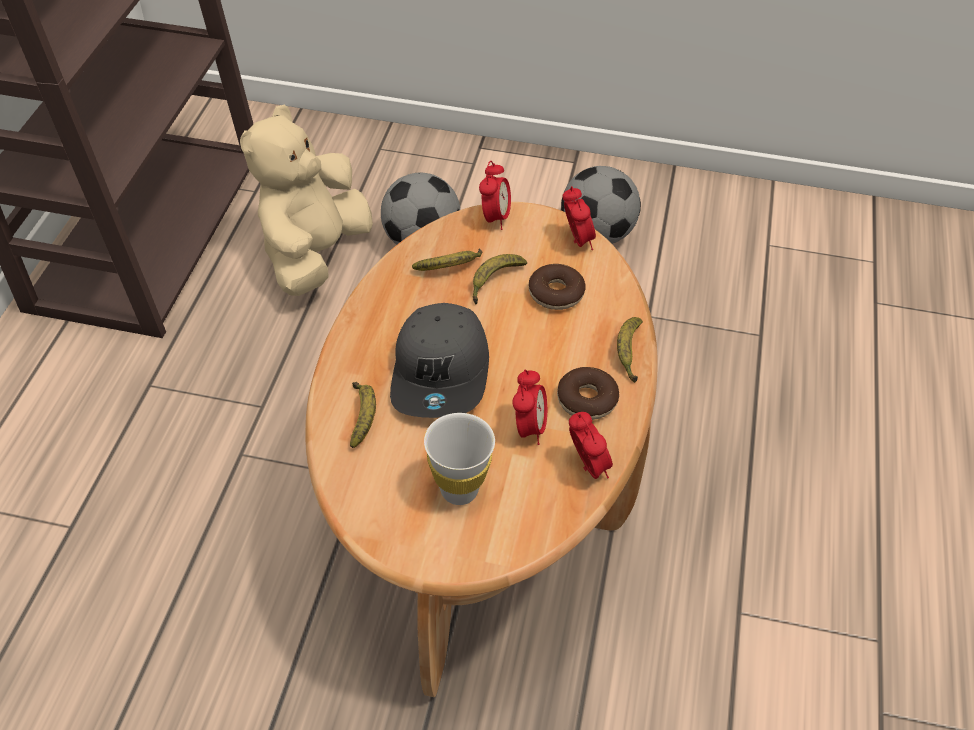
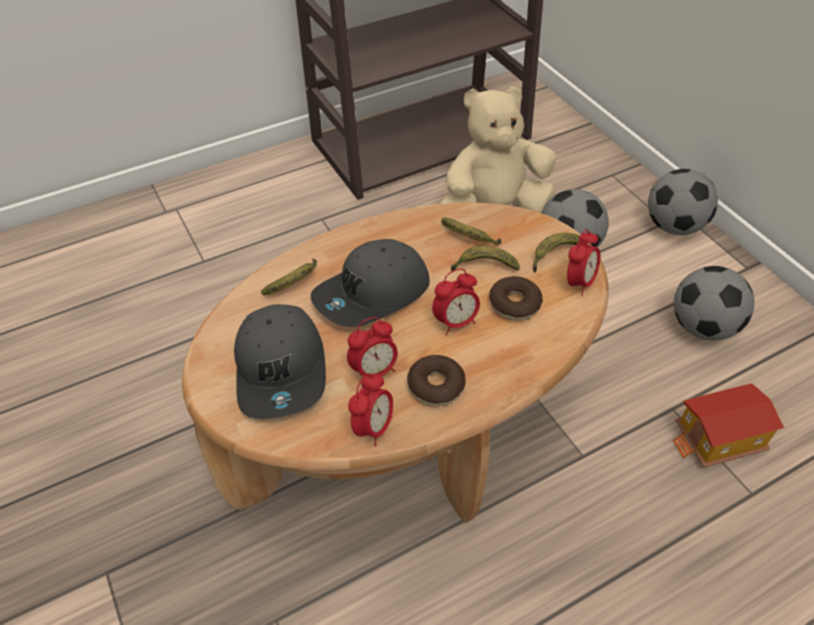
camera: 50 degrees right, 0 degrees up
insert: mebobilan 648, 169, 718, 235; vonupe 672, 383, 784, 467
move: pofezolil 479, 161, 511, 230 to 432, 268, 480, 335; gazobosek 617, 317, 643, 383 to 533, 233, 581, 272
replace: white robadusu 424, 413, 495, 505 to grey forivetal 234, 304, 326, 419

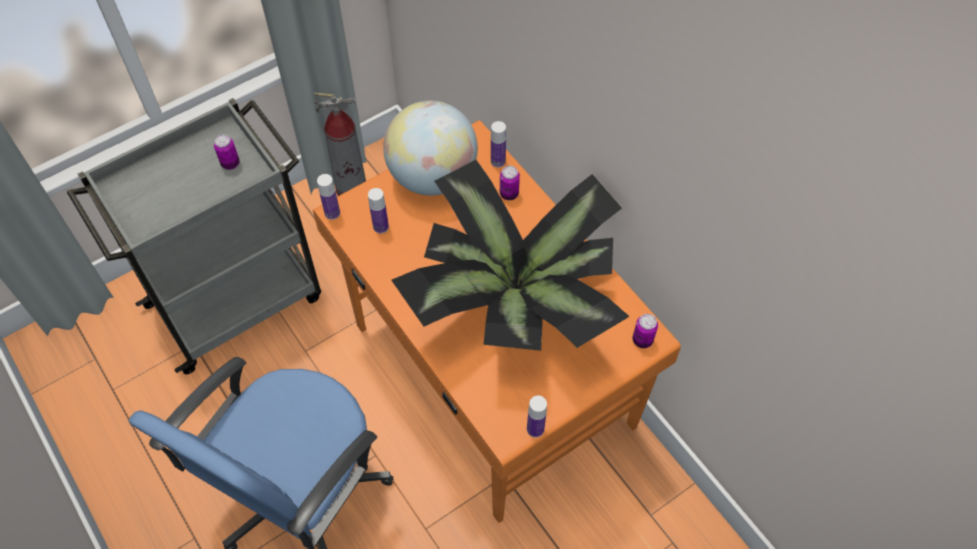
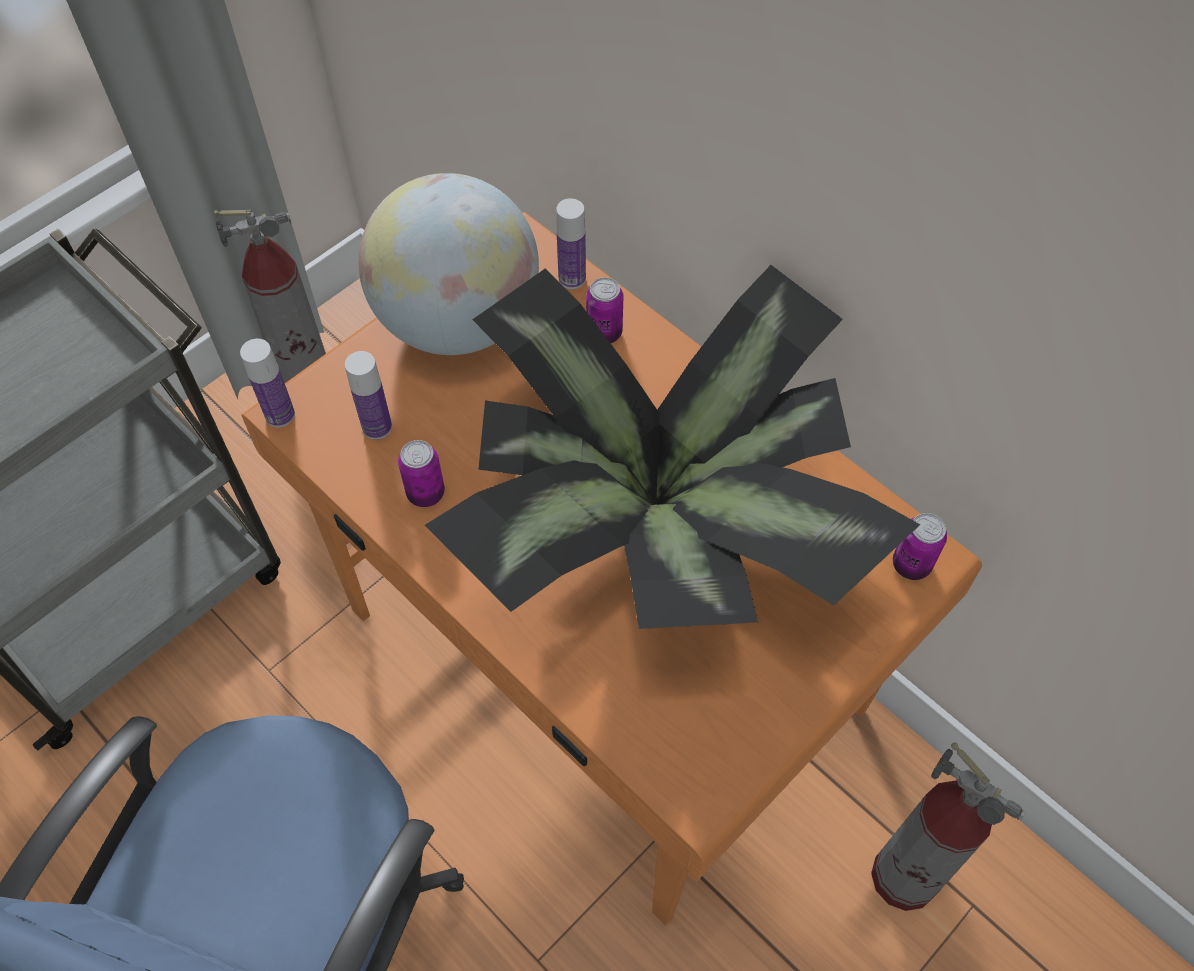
camera: 10 degrees left, 0 degrees up
delete: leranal 527, 395, 547, 437
insert: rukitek 871, 742, 1026, 911
move: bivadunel 214, 135, 240, 170 to 398, 440, 445, 507

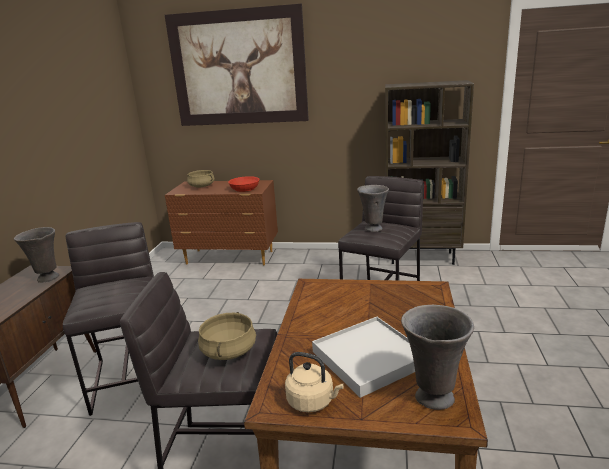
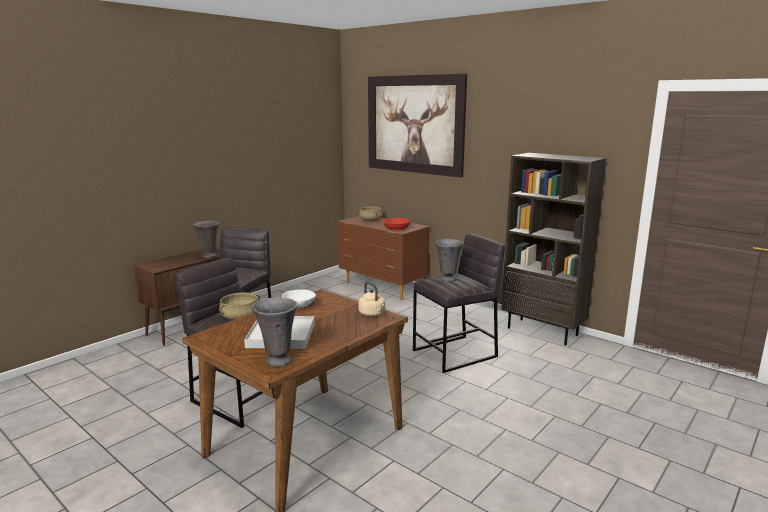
camera: 30 degrees right, 5 degrees down
insert: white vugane 282, 289, 316, 308
move: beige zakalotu 285, 352, 344, 412 to 358, 282, 385, 316

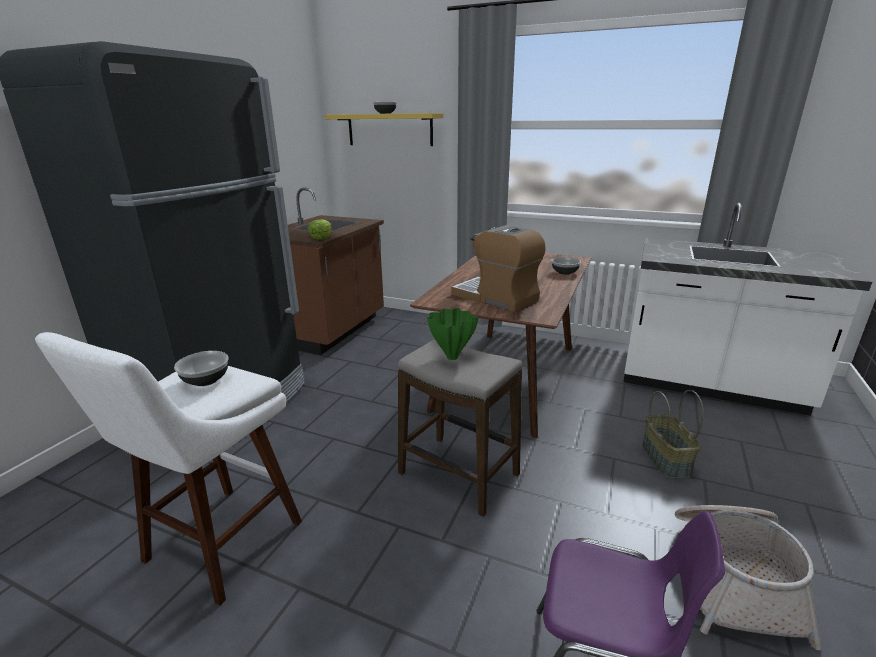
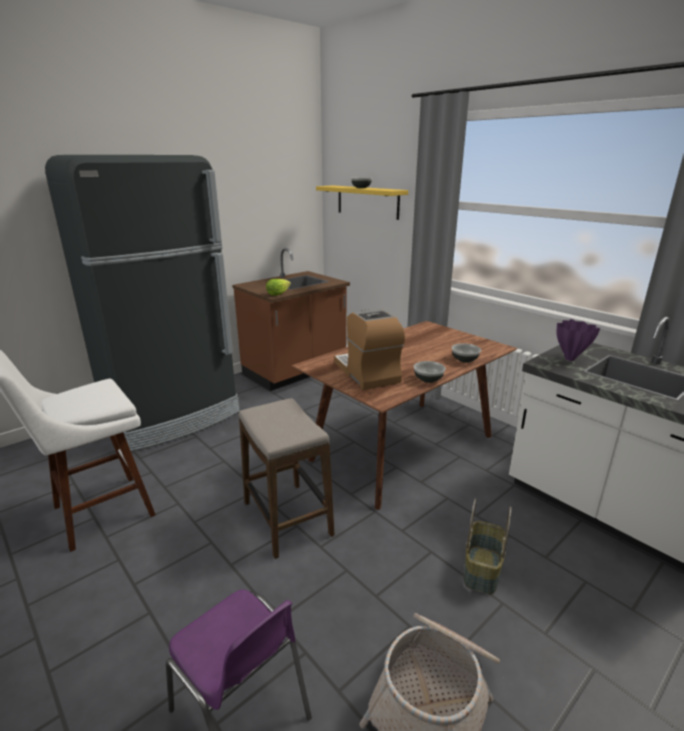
camera: 25 degrees right, 0 degrees up
delete: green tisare 427, 308, 478, 360
insert: purple tisare 557, 319, 600, 361
move: vugane 174, 351, 229, 386 to 413, 361, 446, 383

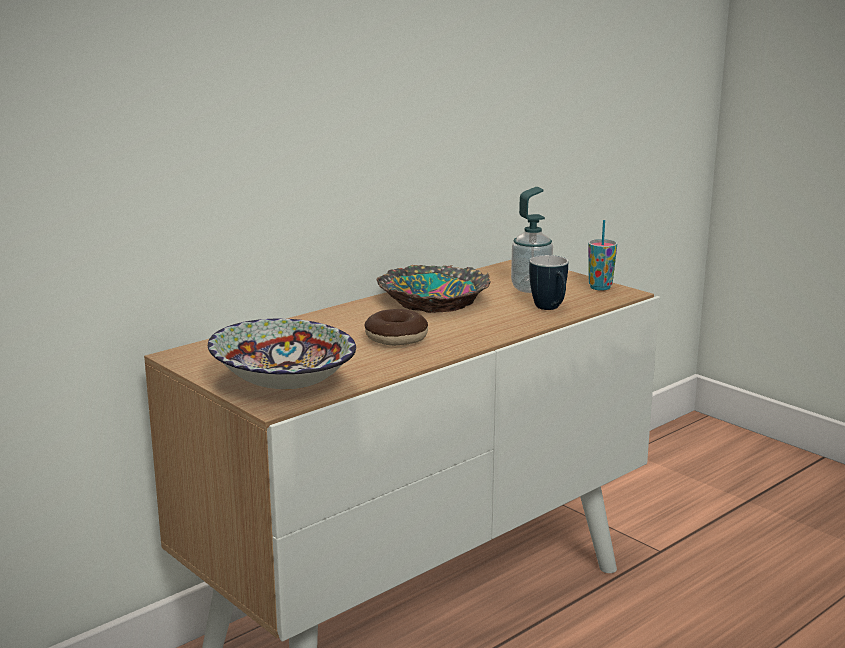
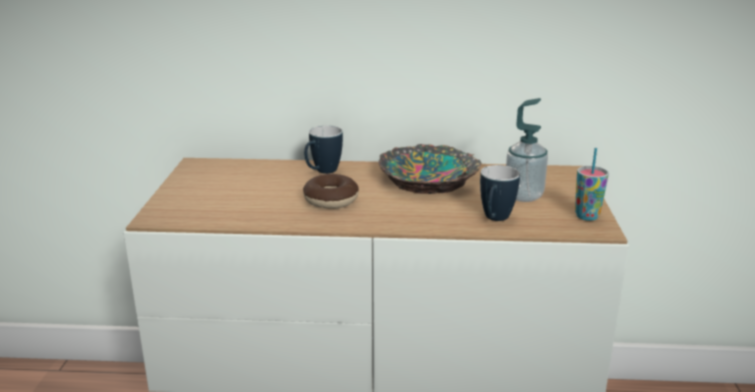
camera: 45 degrees right, 5 degrees up
delete: vugane 208, 319, 356, 389
insert: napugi 304, 125, 343, 174

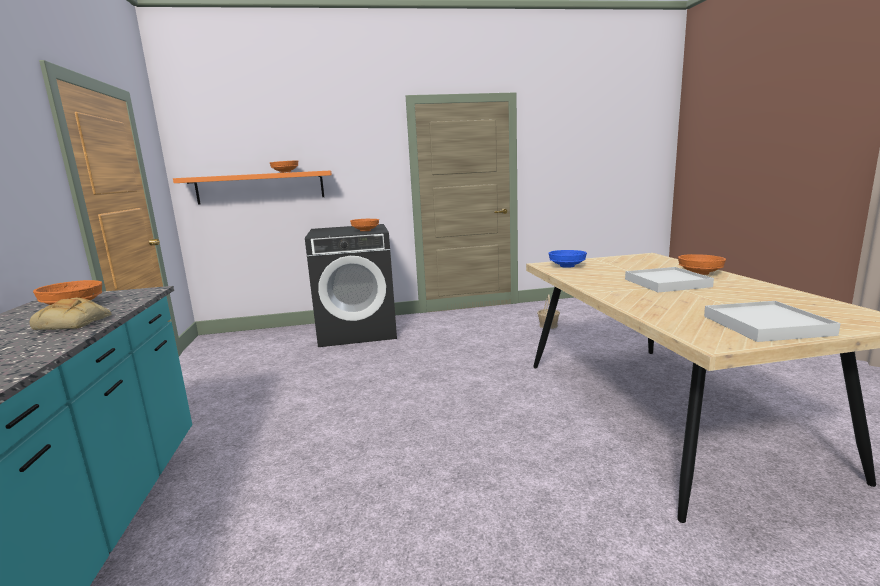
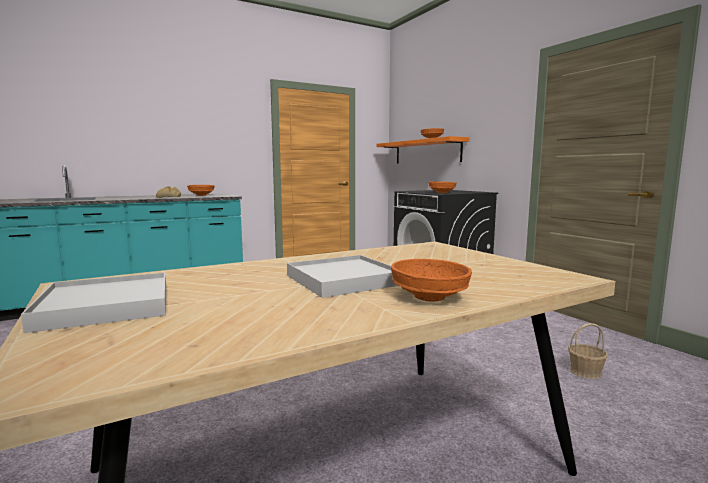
camera: 70 degrees right, 5 degrees down
delete: blue vugane 549, 250, 587, 268

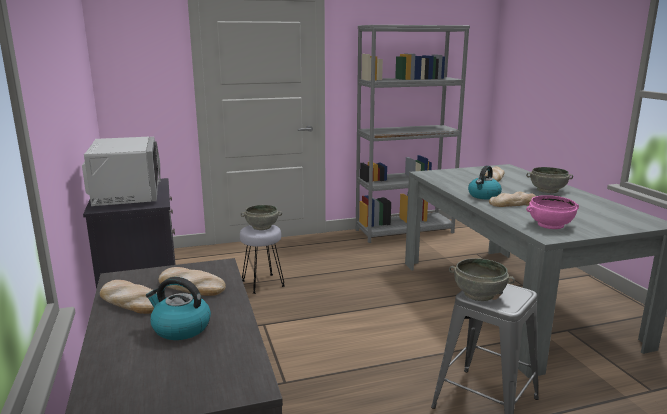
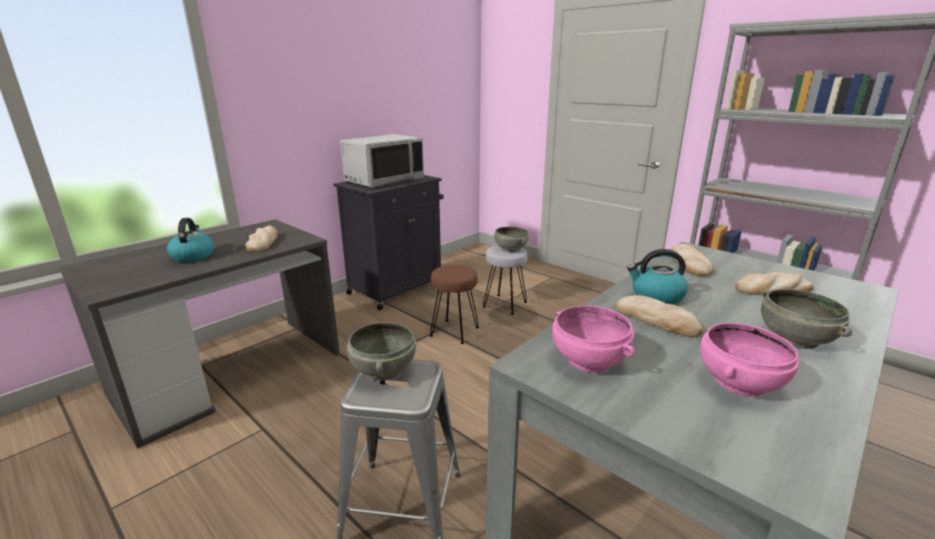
camera: 60 degrees right, 5 degrees up
insert: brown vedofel 430, 265, 479, 344; pink vugane 700, 323, 799, 397
move: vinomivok 100, 280, 157, 314 to 670, 244, 714, 276

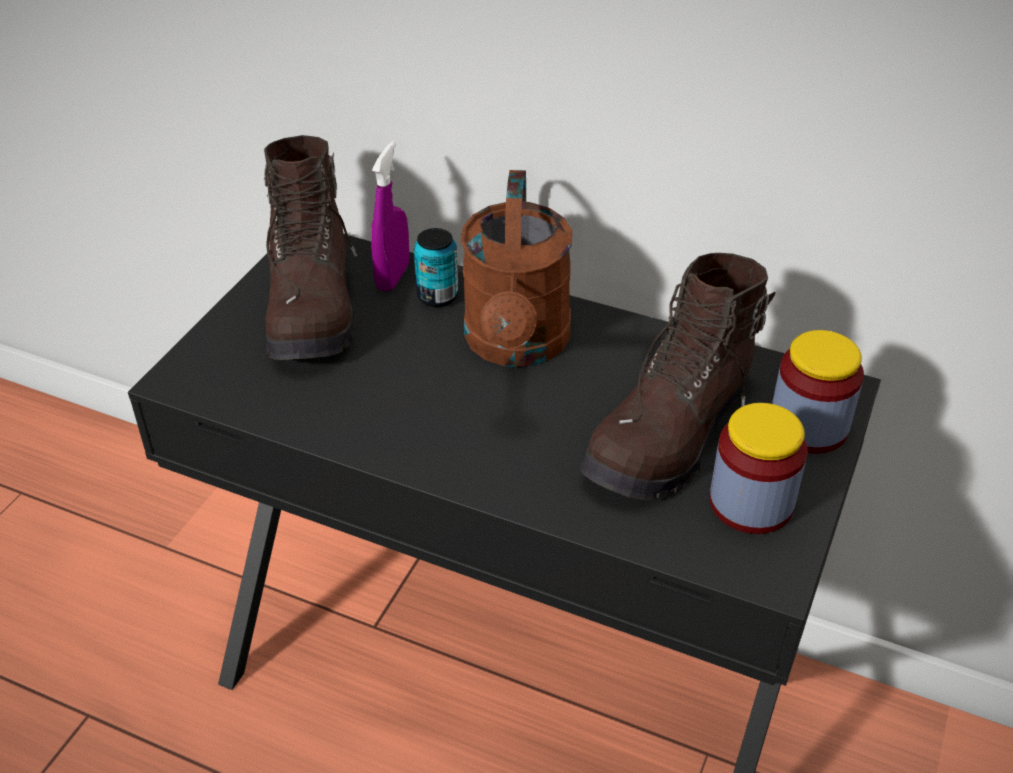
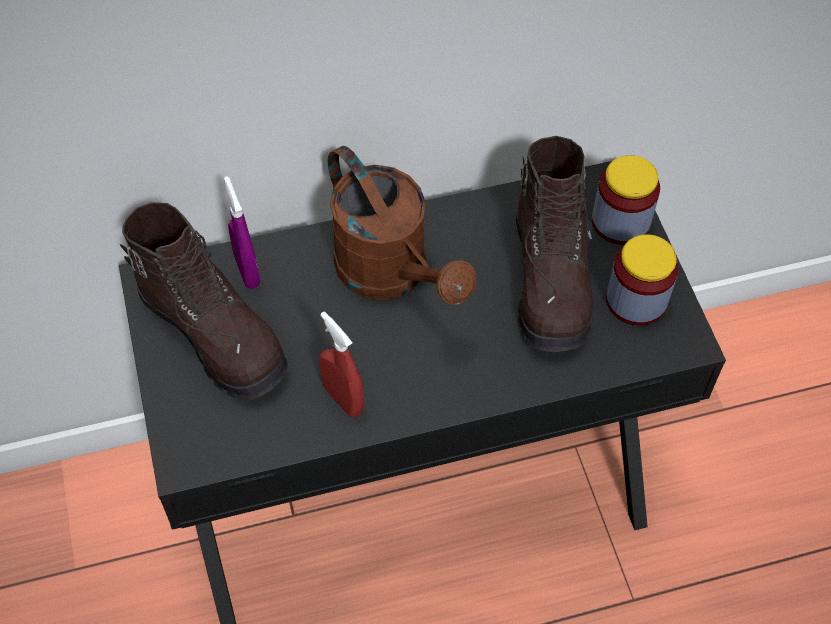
camera: 40 degrees left, 15 degrees up
delete: bivadunel 414, 228, 458, 307
insert: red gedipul 319, 311, 364, 417

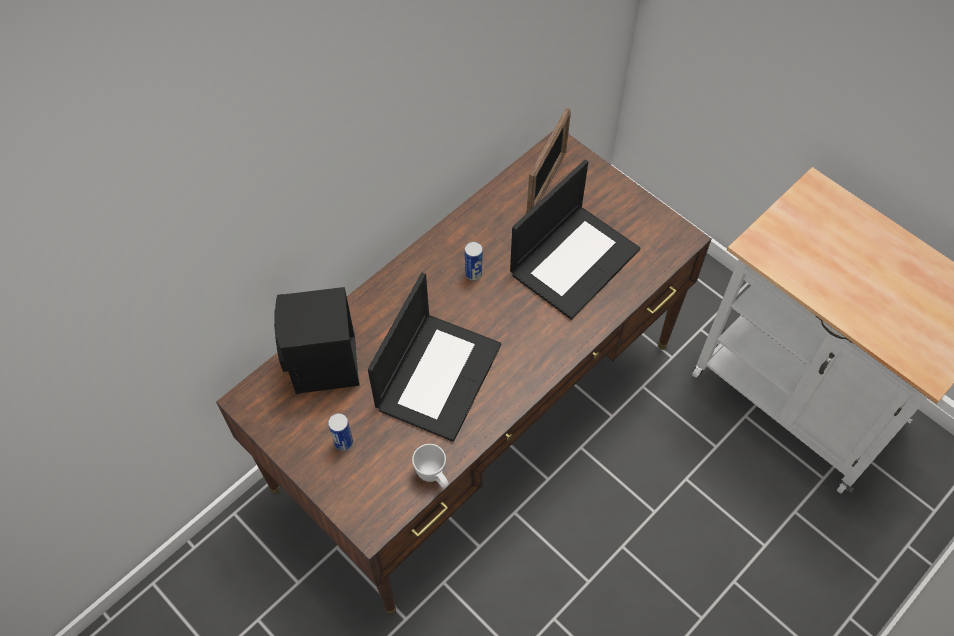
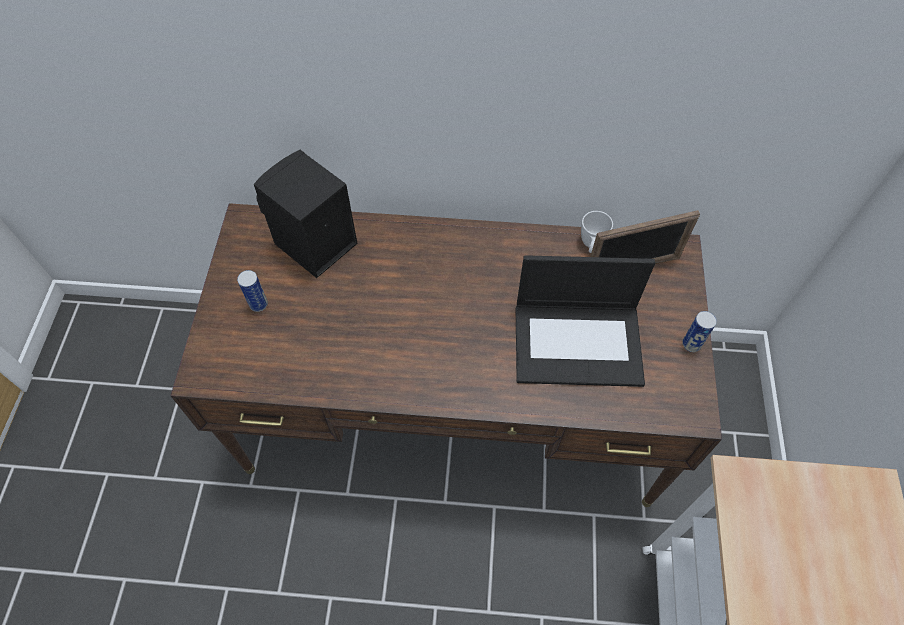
camera: 50 degrees right, 0 degrees up
delete: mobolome 368, 273, 501, 442
move: white napugi 412, 444, 449, 488 to 581, 211, 613, 253; bivadunel 465, 242, 482, 281 to 682, 311, 717, 352

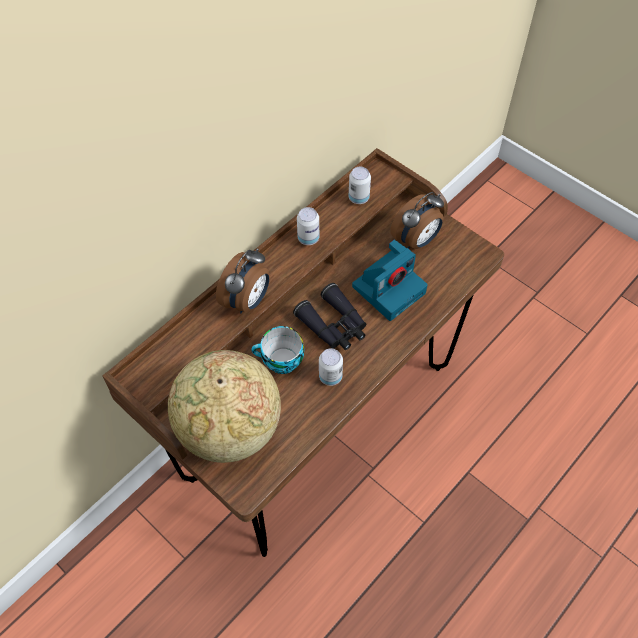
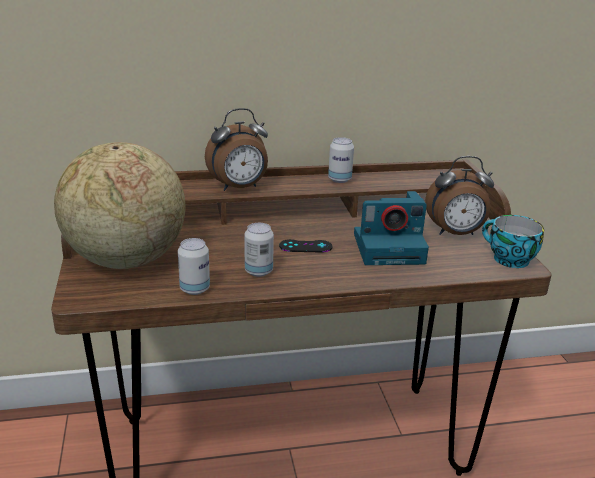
camera: 35 degrees right, 30 degrees down
move: robadusu 251, 326, 304, 374 to 482, 215, 544, 268; bivadunel 349, 166, 371, 204 to 178, 238, 210, 295
replace: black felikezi 293, 283, 366, 350 to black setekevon 279, 239, 333, 253

